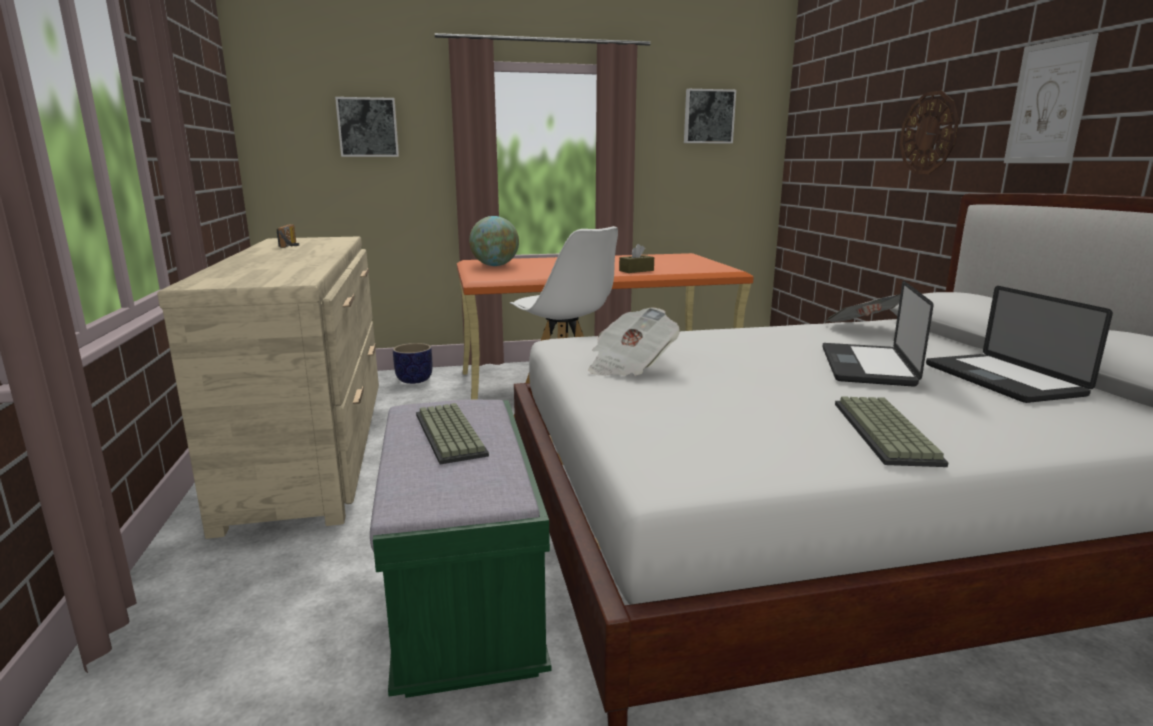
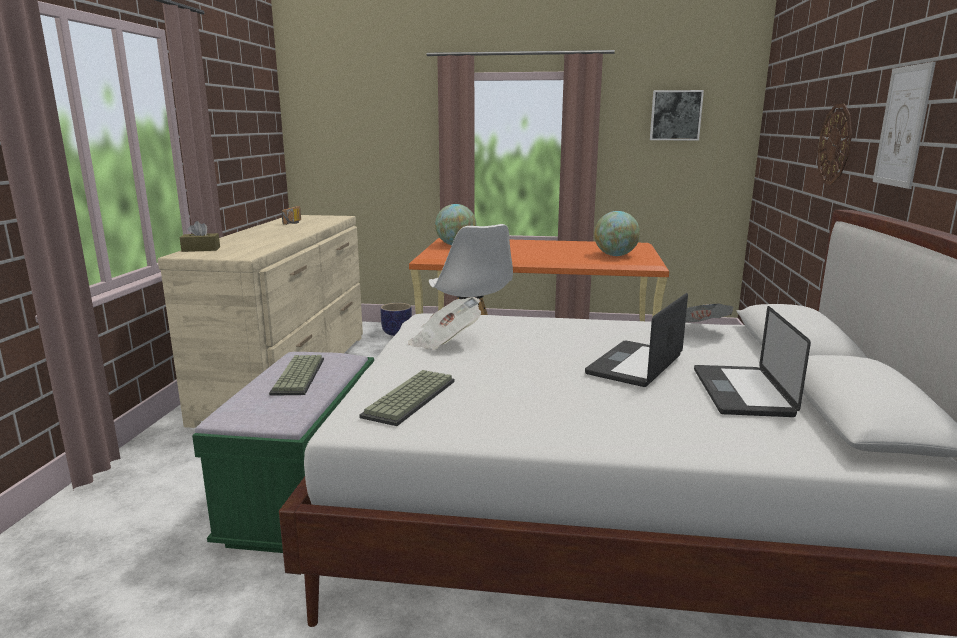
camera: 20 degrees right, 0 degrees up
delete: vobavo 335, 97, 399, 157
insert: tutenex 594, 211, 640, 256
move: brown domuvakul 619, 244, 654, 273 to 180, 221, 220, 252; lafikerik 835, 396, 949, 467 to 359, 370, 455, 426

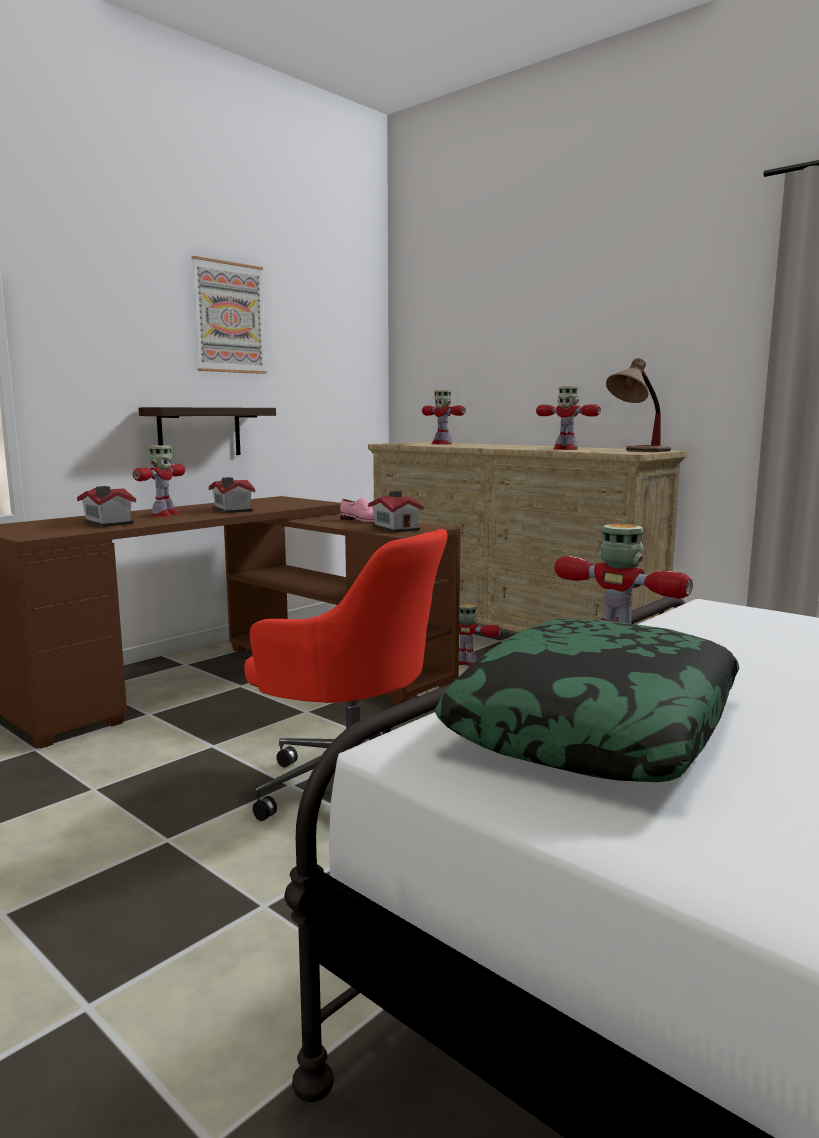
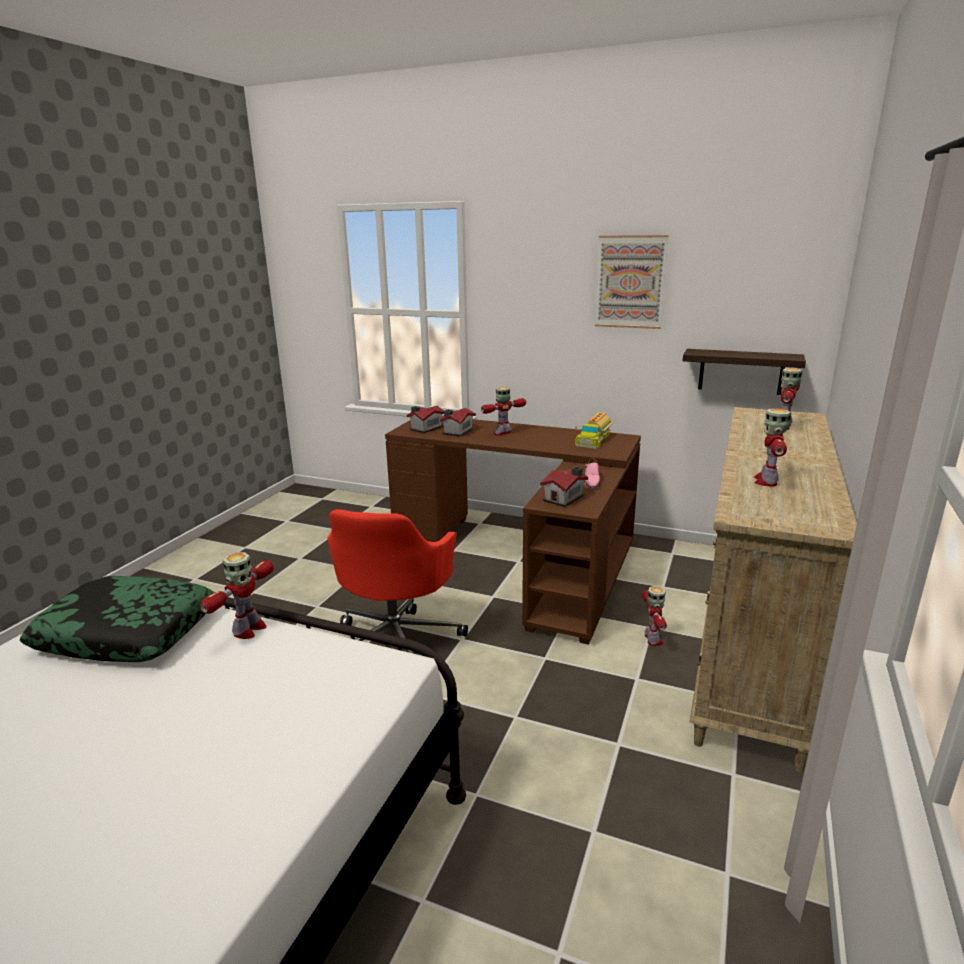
camera: 70 degrees right, 10 degrees up
delete: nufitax 606, 358, 671, 452
insert: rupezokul 575, 412, 613, 449
move: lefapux 139, 407, 276, 455 to 683, 349, 806, 395; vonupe 209, 477, 255, 513 to 407, 406, 444, 433
rotate: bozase 133, 445, 185, 516 = 481, 387, 526, 436 150 degrees clockwise

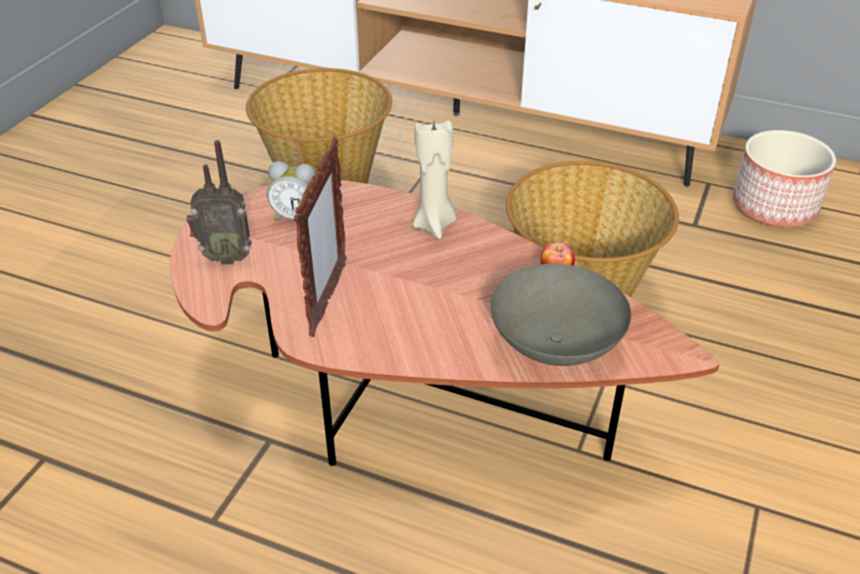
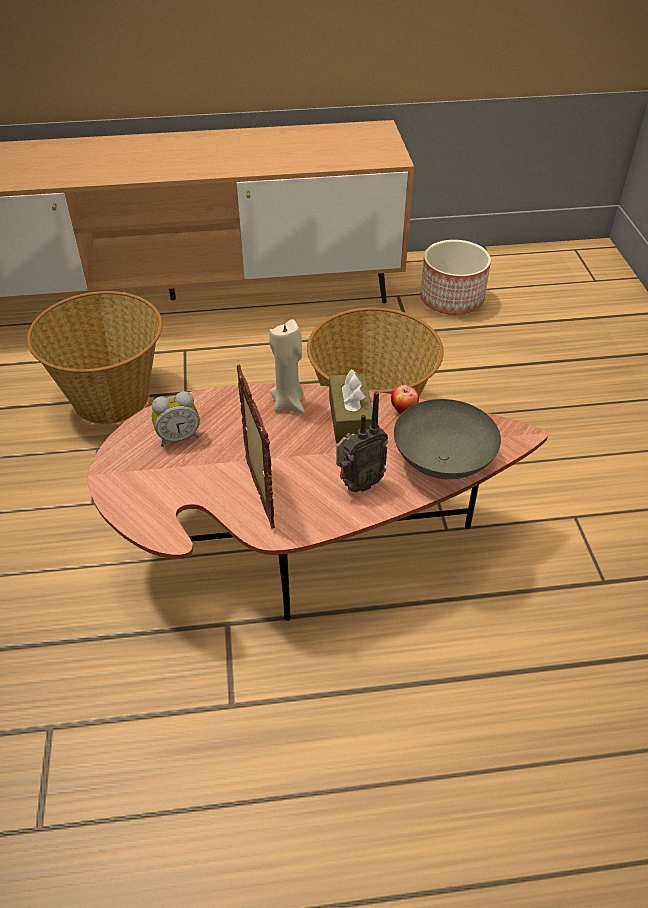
camera: 30 degrees left, 5 degrees up
insert: brown domuvakul 329, 369, 372, 443
move: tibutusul 187, 140, 252, 264 to 336, 391, 388, 492

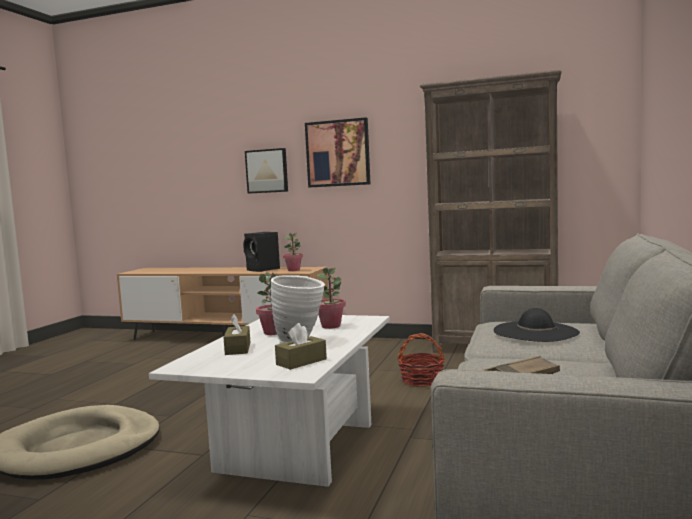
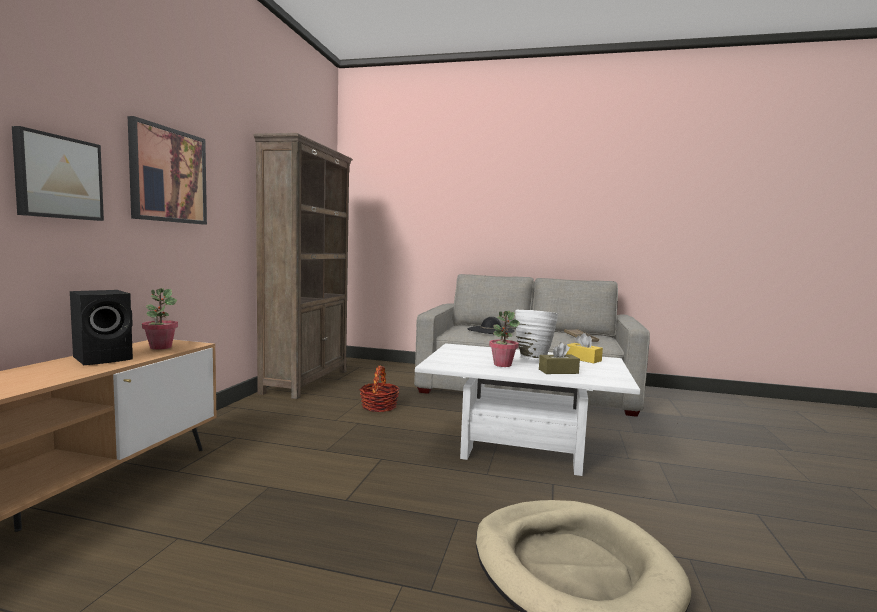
camera: 95 degrees left, 0 degrees up
delete: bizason 317, 267, 346, 329
recolor: brown domuvakul 275, 323, 327, 370 to yellow domuvakul 566, 333, 603, 363

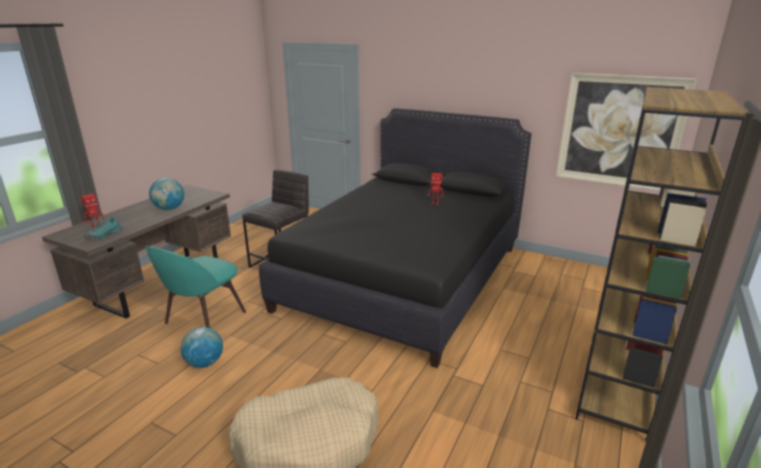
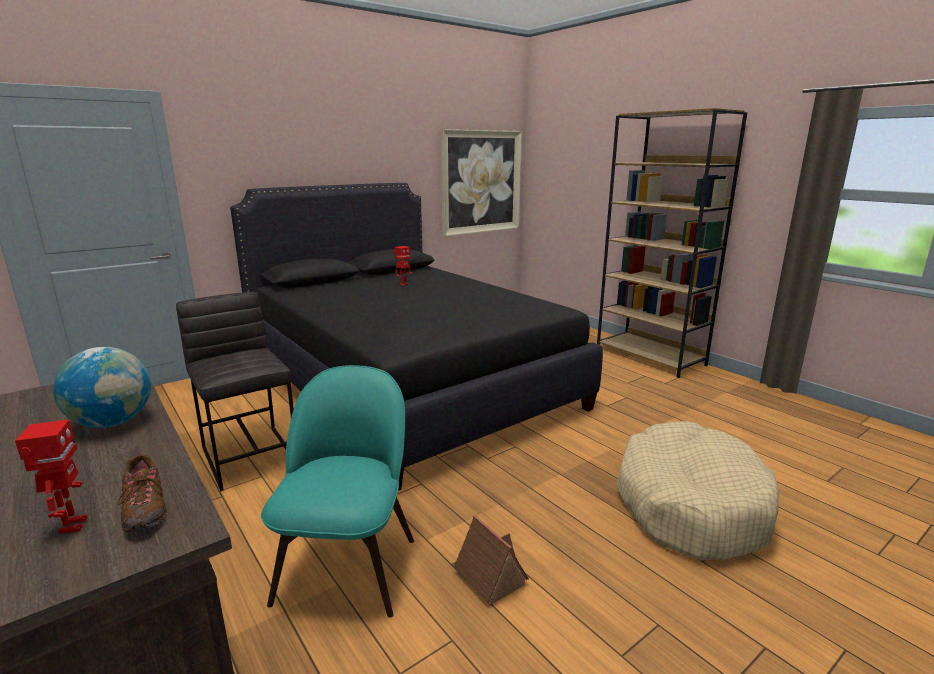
camera: 65 degrees left, 5 degrees down
replace: tutenex 180, 327, 223, 368 to vonupe 451, 515, 529, 605
recolor: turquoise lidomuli 85, 217, 122, 239 to brown lidomuli 118, 455, 167, 533
rotate: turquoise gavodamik 145, 246, 246, 328 = 261, 365, 414, 618 135 degrees counterclockwise

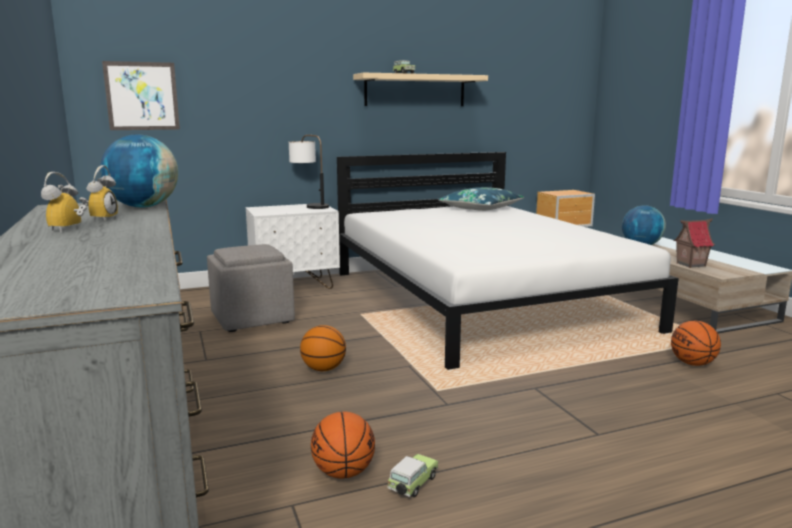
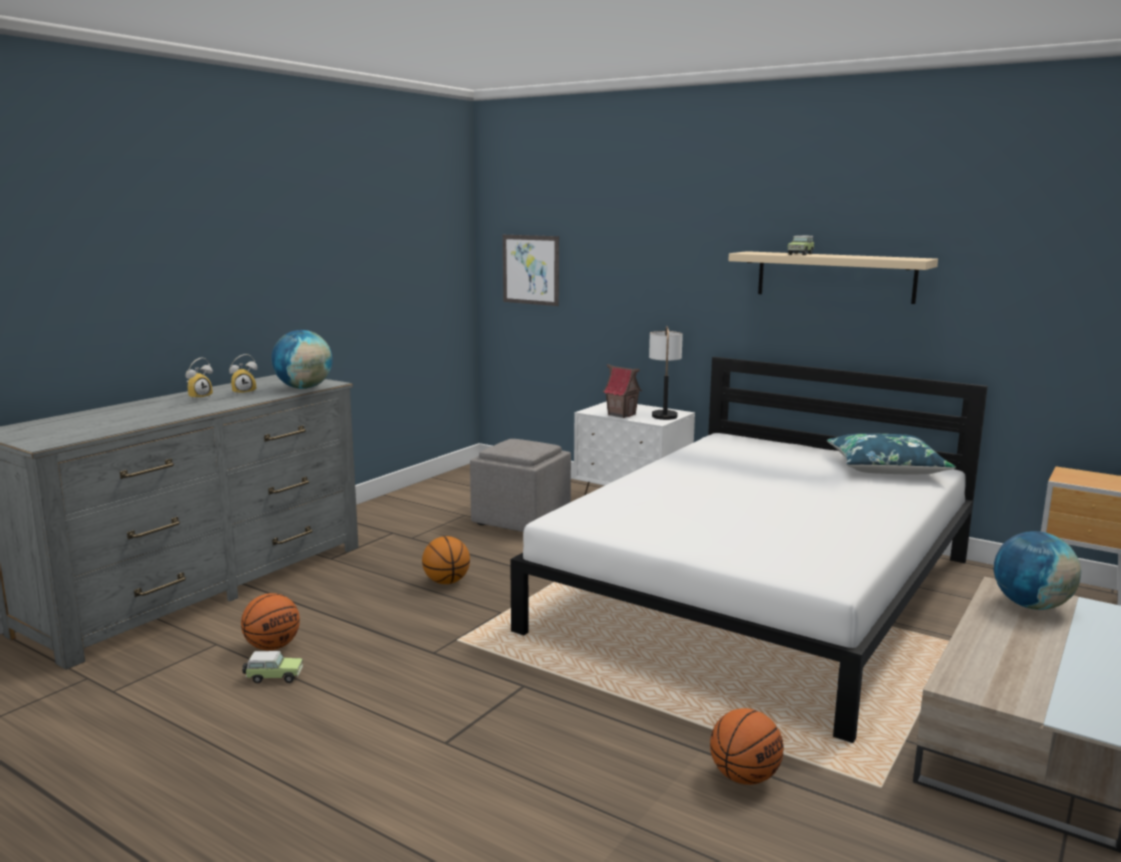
camera: 55 degrees right, 0 degrees up
move: vonupe 673, 219, 715, 268 to 602, 364, 642, 418
rotate: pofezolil 41, 172, 87, 233 = 185, 357, 213, 401 150 degrees clockwise

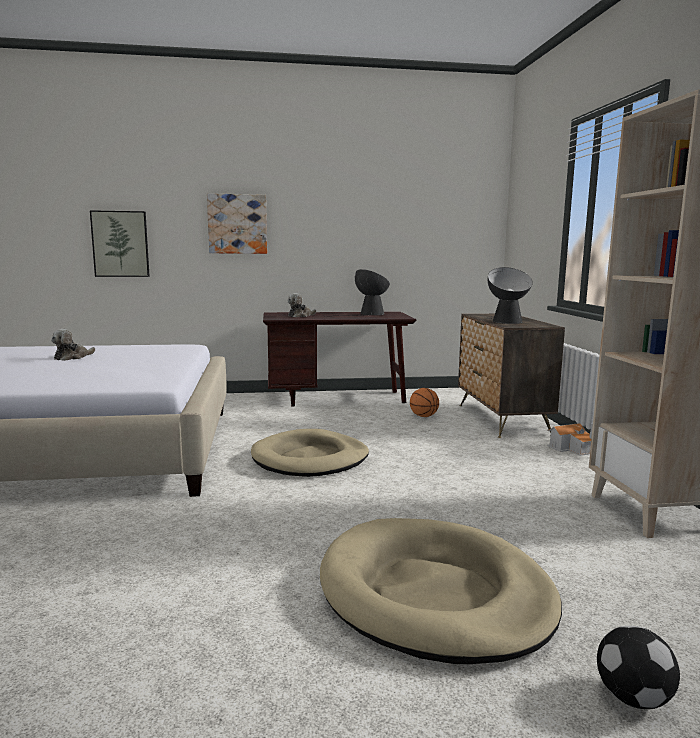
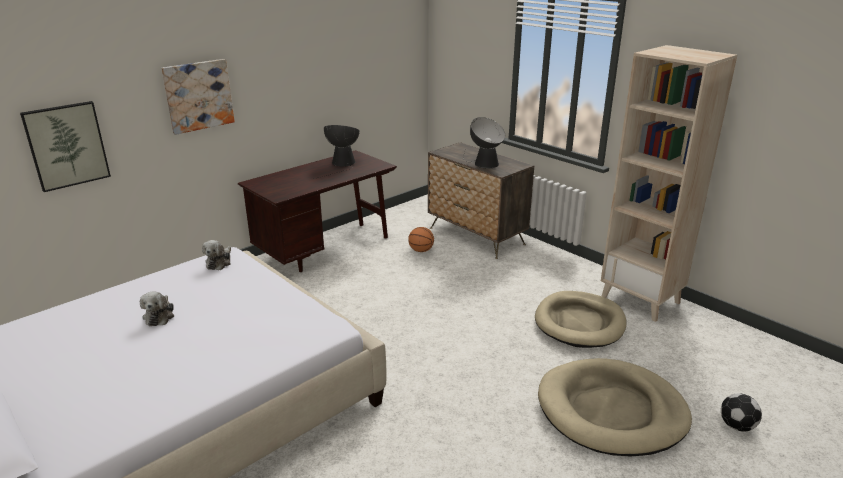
camera: 35 degrees left, 15 degrees up
delete: vonupe 547, 423, 593, 456
move: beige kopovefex 251, 429, 369, 477 to 535, 291, 626, 348; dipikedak 288, 293, 316, 317 to 202, 240, 231, 270

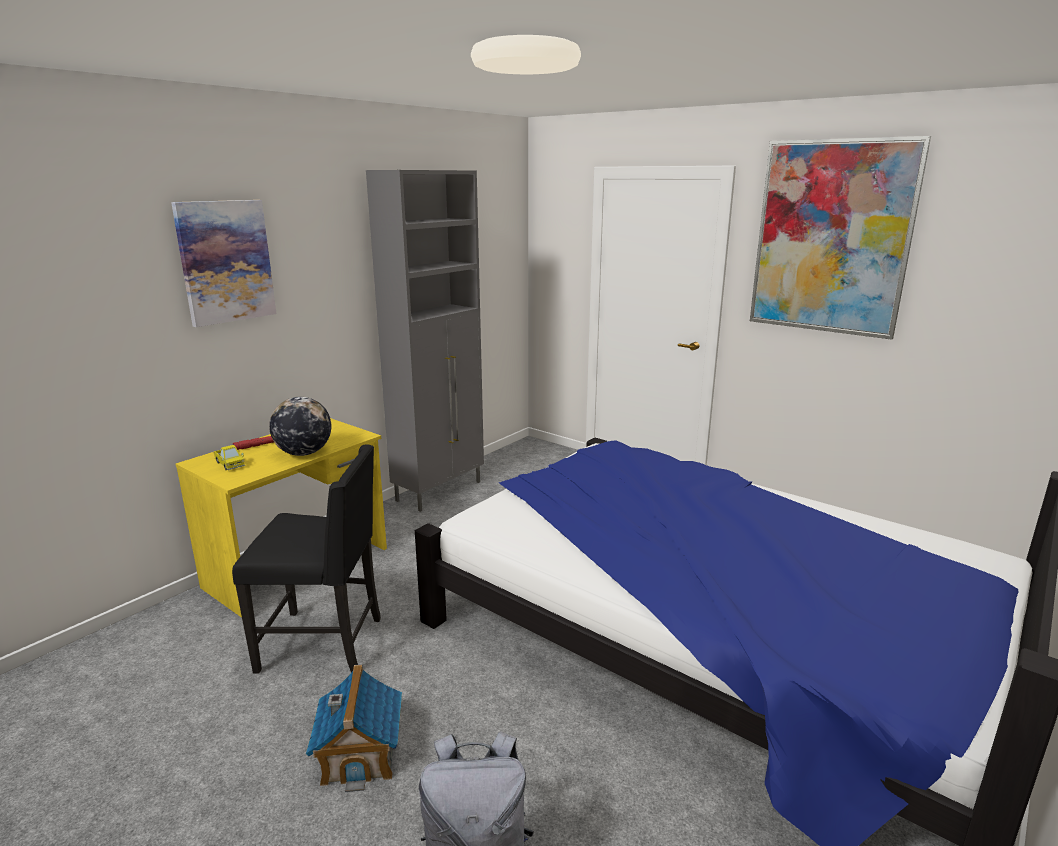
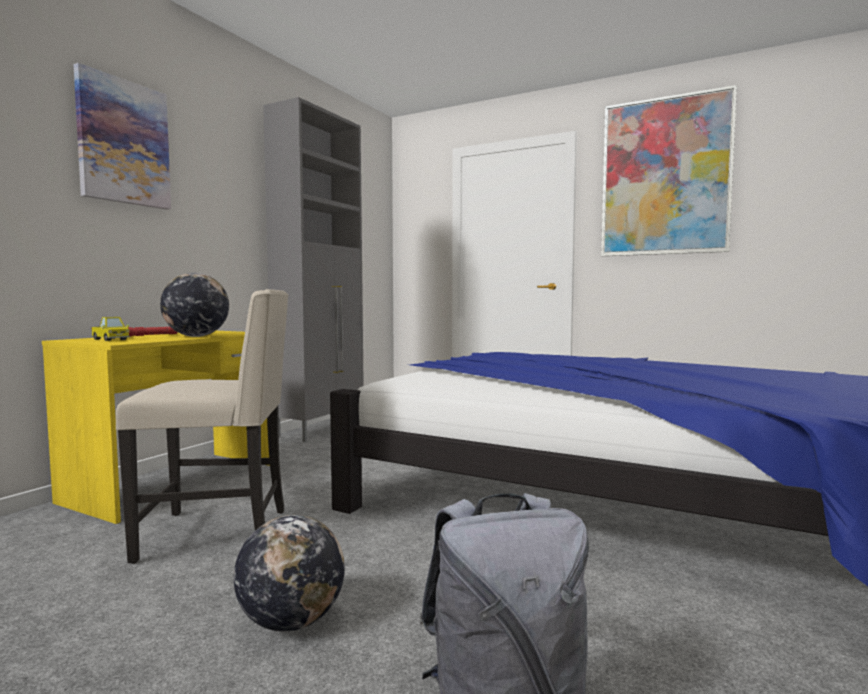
camera: 10 degrees left, 15 degrees down
replace: vonupe 306, 664, 402, 792 to tutenex 234, 515, 345, 632
recolor: black gavodamik 232, 444, 381, 674 to beige gavodamik 116, 289, 288, 564

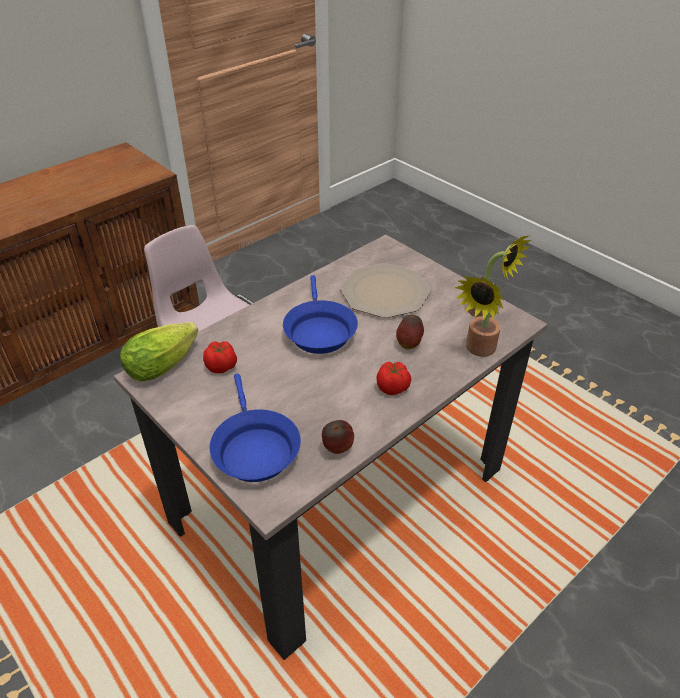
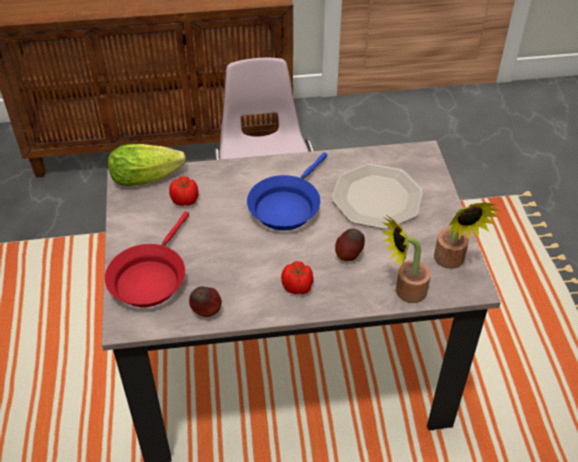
camera: 35 degrees right, 5 degrees up
recolor: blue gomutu 210, 374, 301, 482 to red gomutu 105, 211, 189, 307

